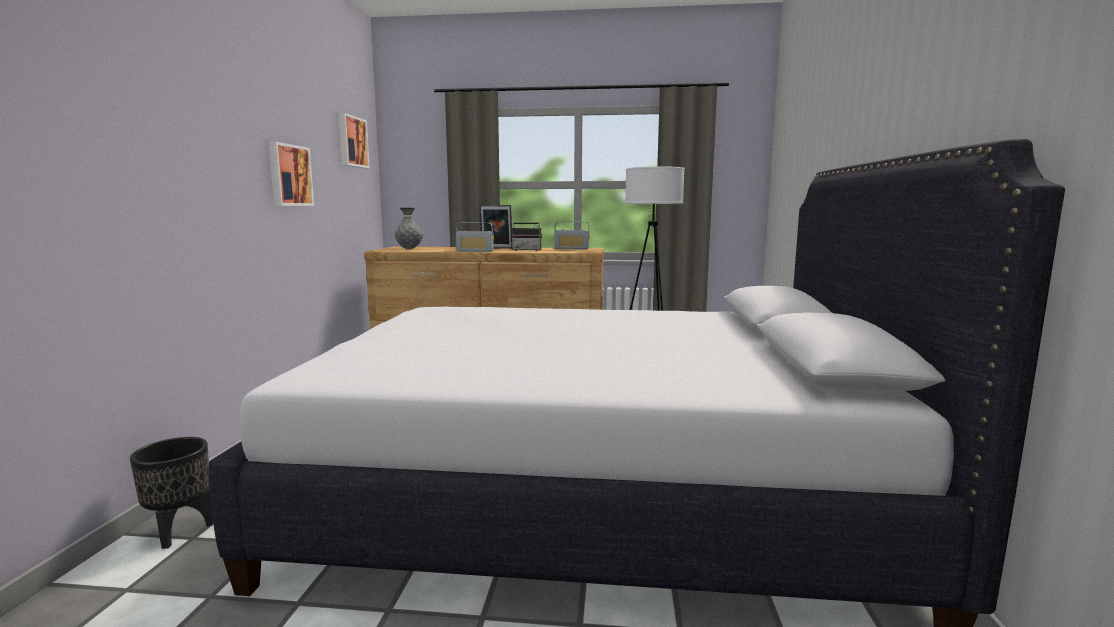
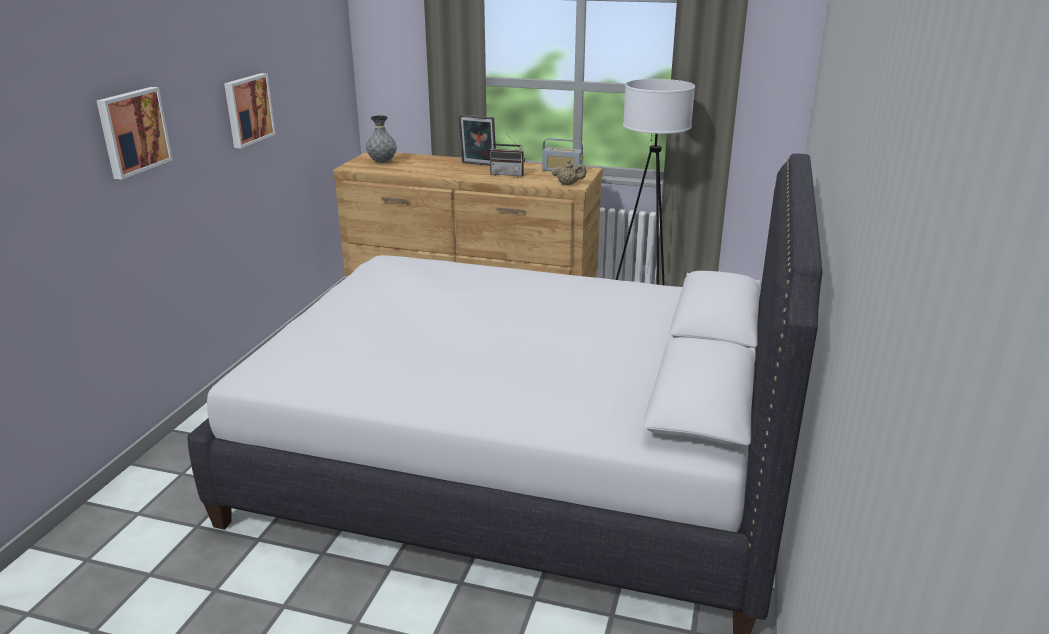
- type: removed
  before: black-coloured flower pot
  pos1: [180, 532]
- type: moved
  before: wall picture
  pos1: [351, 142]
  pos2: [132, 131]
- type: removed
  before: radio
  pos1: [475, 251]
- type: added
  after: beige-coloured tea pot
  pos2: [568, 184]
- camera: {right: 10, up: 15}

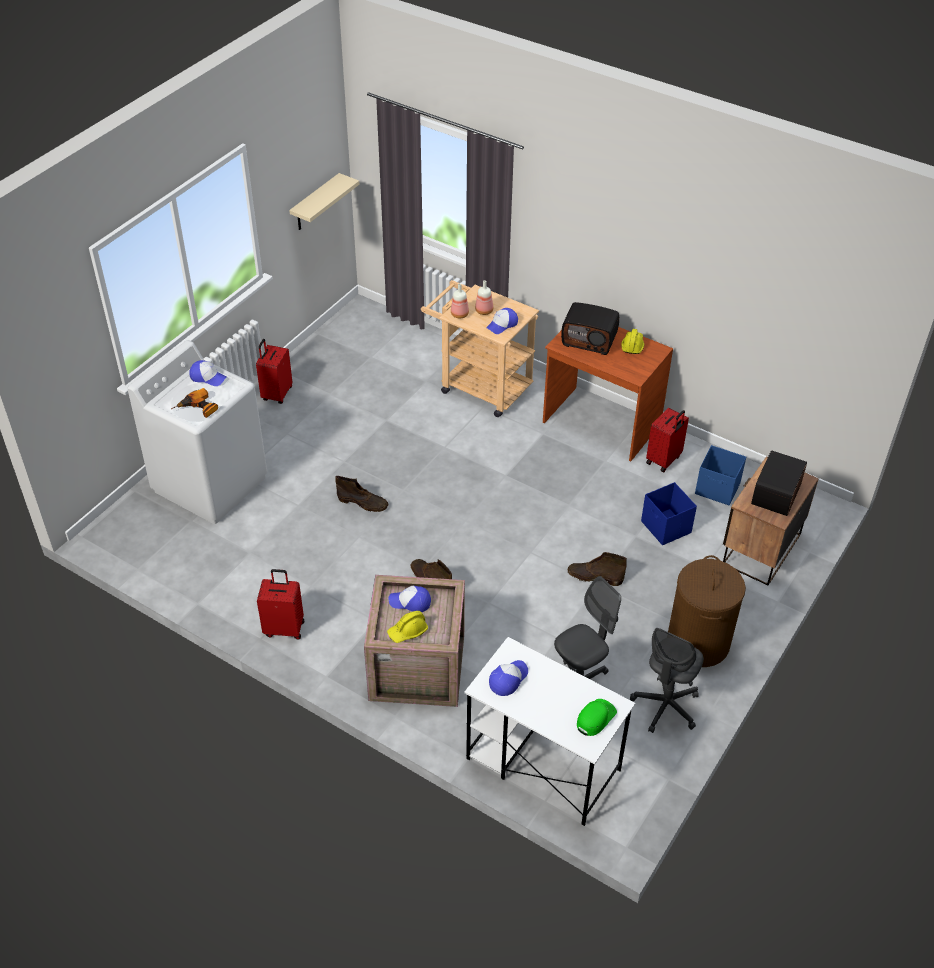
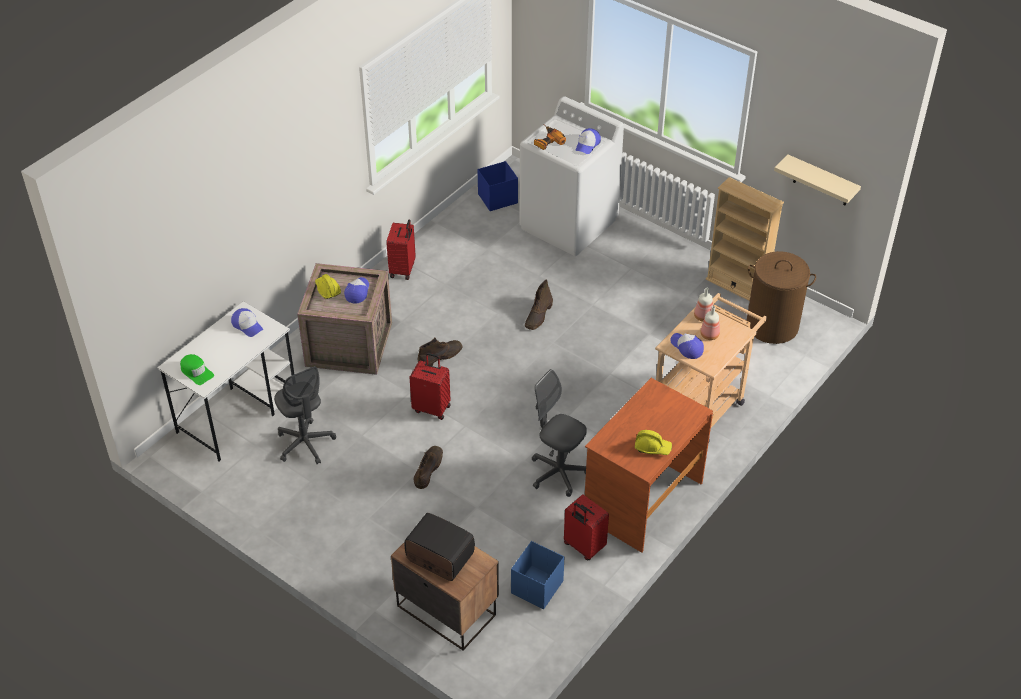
- type: moved
  before: reddish piece of luggage
  pos1: [276, 394]
  pos2: [432, 408]
- type: removed
  before: radio
  pos1: [589, 340]
- type: moved
  before: grey office chair
  pos1: [665, 706]
  pos2: [558, 473]
- type: moved
  before: blue storage bin
  pos1: [666, 528]
  pos2: [497, 199]
- type: moved
  before: brown-coloured washing basket
  pos1: [698, 643]
  pos2: [772, 326]
- type: added
  after: beige-coloured bookshelf
  pos2: [736, 286]
- camera: {right: 95, up: 0}

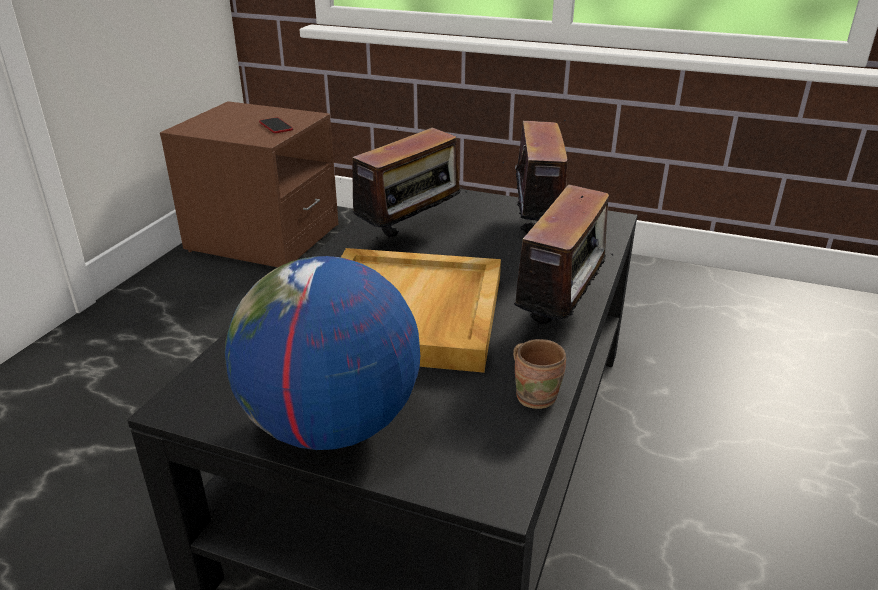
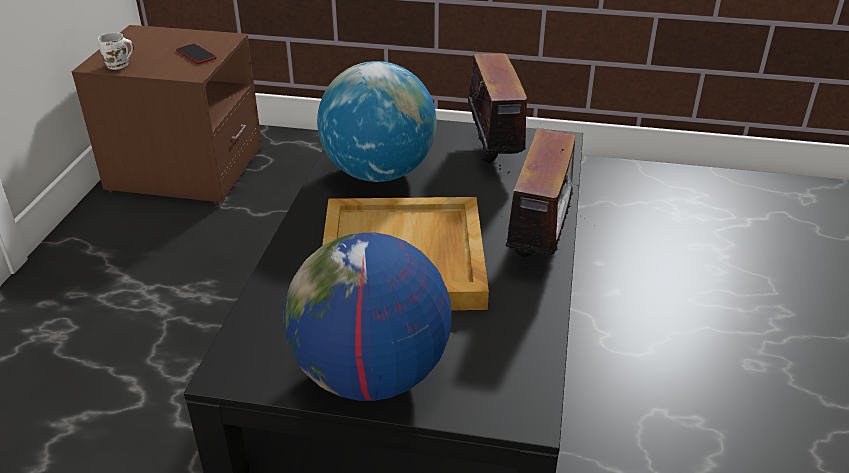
- type: replaced
  before: radio
  after: world globe
  pos1: [411, 234]
  pos2: [378, 173]
- type: removed
  before: brown-coloured coffee mug
  pos1: [536, 395]
- type: added
  after: white coffee mug
  pos2: [119, 66]
- camera: {right: -10, up: 5}

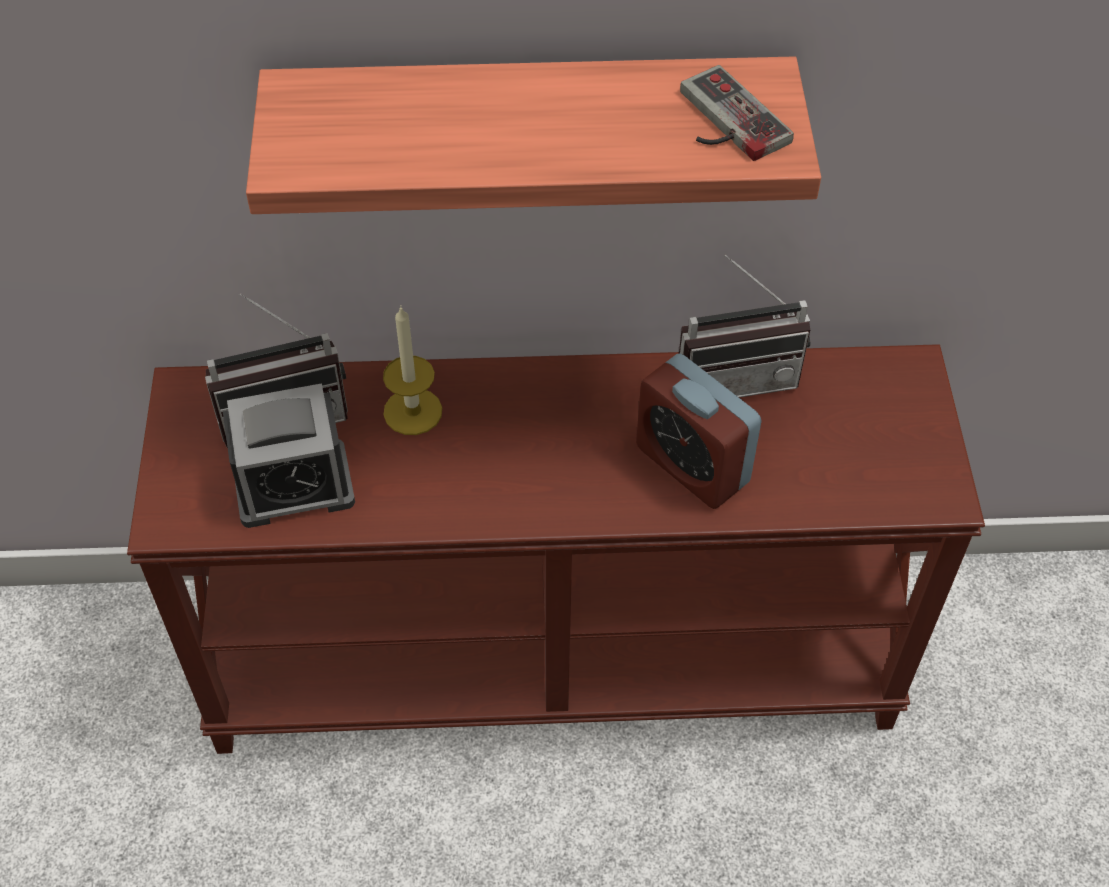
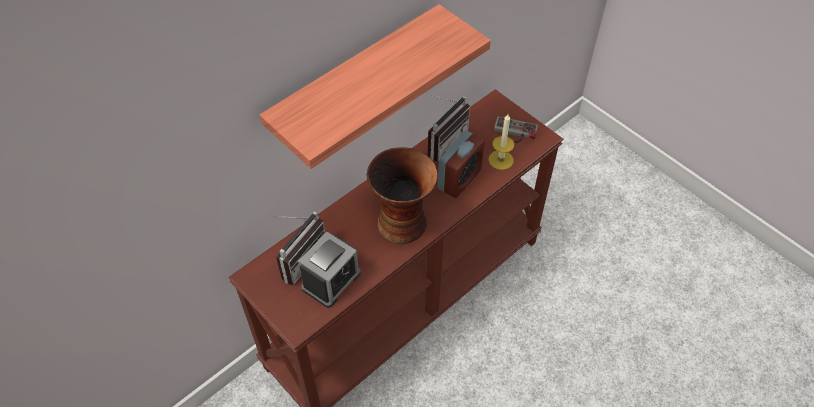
- type: moved
  before: candle
  pos1: [413, 411]
  pos2: [501, 160]
- type: turned
  before: bedside clock
  pos1: [692, 465]
  pos2: [459, 179]
  turn: -60
- type: moved
  before: joypad
  pos1: [723, 122]
  pos2: [514, 132]
- type: added
  after: flower vase
  pos2: [403, 222]
- camera: {right: -40, up: 0}

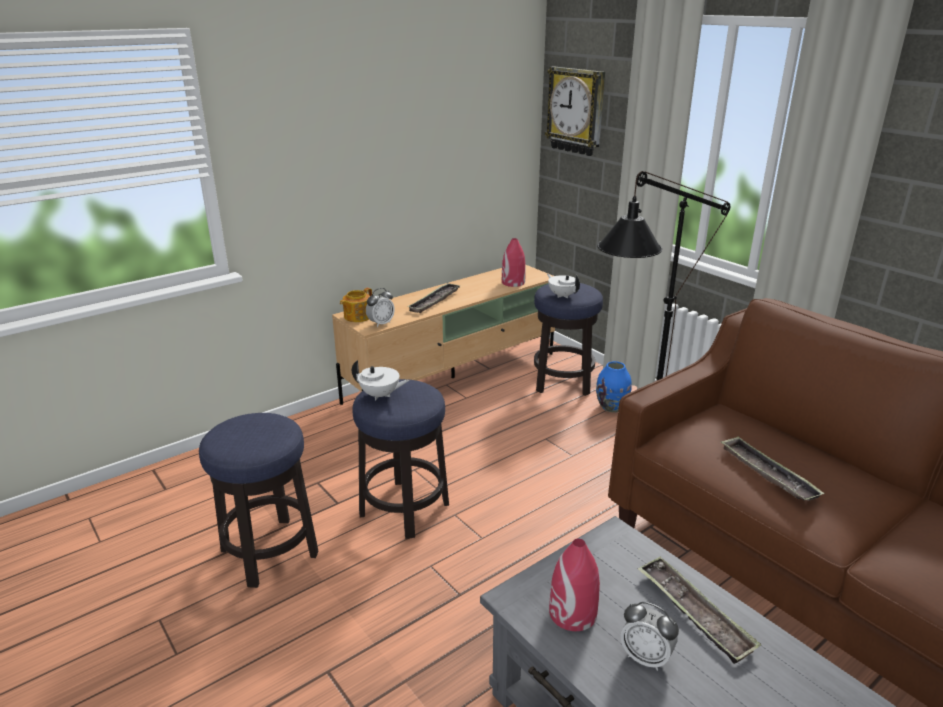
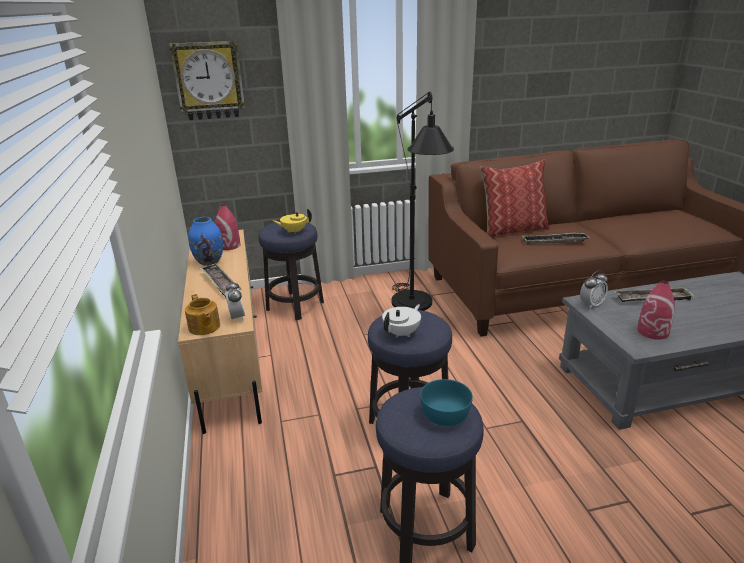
- type: recoloured
  before: white tea pot
  after: yellow tea pot
  pos1: [562, 295]
  pos2: [294, 231]
- type: moved
  before: blue flower vase
  pos1: [612, 407]
  pos2: [209, 262]
- type: moved
  before: bedside clock
  pos1: [645, 657]
  pos2: [591, 304]
- type: added
  after: turquoise-coloured serving bowl
  pos2: [444, 415]
- type: added
  after: pillow
  pos2: [512, 230]
- camera: {right: -65, up: 0}

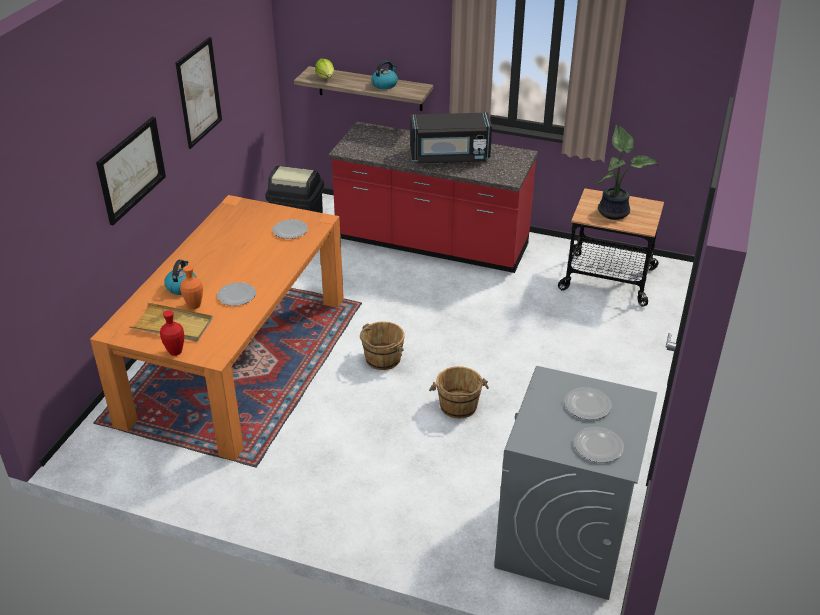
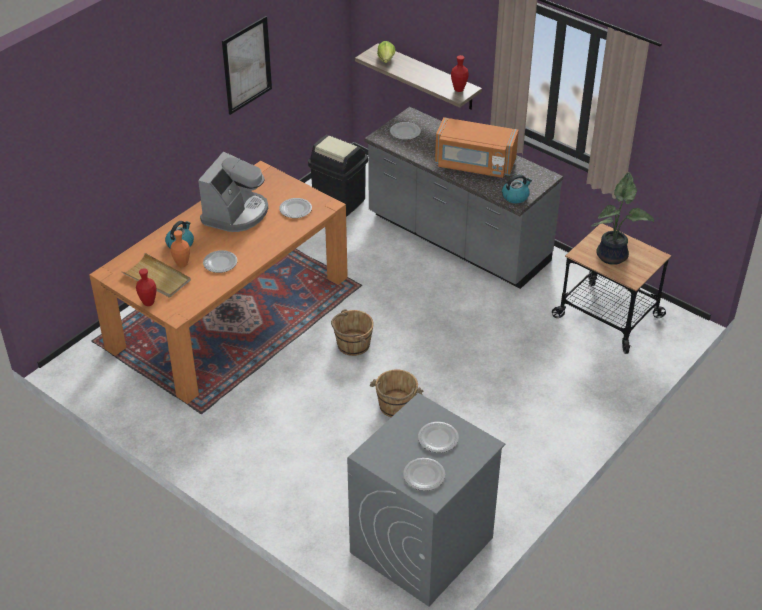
- type: removed
  before: wall picture
  pos1: [131, 169]
- type: recoloured
  before: reddish kitchen counter
  after: grey kitchen counter
  pos1: [431, 244]
  pos2: [457, 240]
- type: moved
  before: tea kettle
  pos1: [384, 84]
  pos2: [515, 196]
- type: recoloured
  before: black-coloured microwave oven
  after: orange-coloured microwave oven
  pos1: [449, 156]
  pos2: [474, 164]
- type: added
  after: coffee brewer
  pos2: [236, 213]
- type: added
  after: plate
  pos2: [405, 132]
- type: added
  after: reddish flower vase
  pos2: [459, 89]
- camera: {right: 20, up: 5}

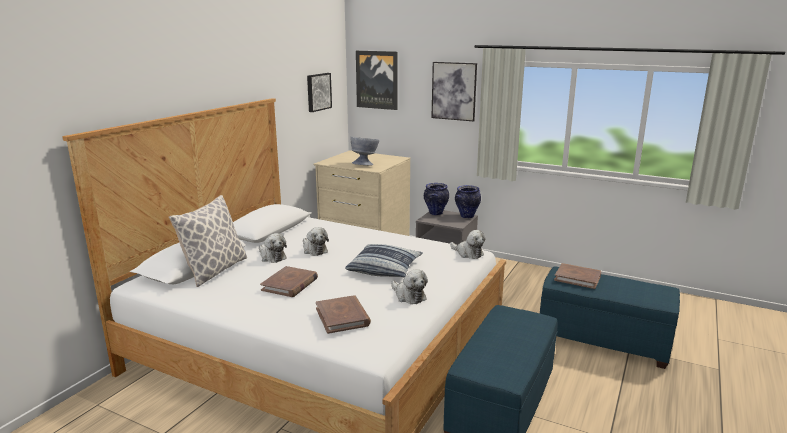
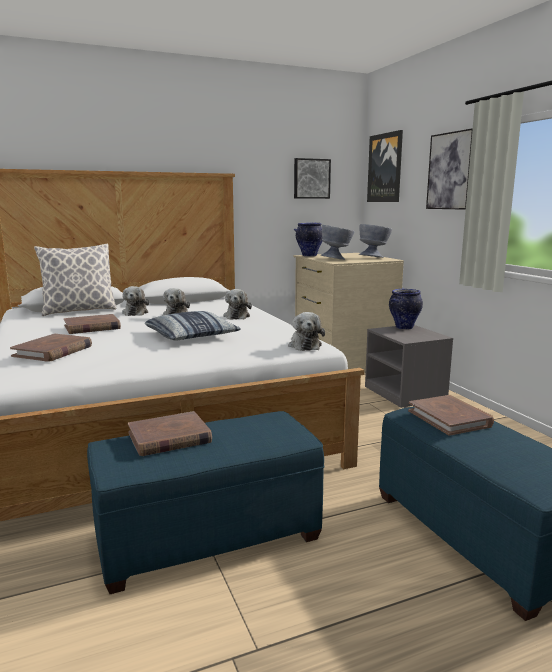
- type: moved
  before: plush toy
  pos1: [408, 296]
  pos2: [237, 316]
- type: moved
  before: flower vase
  pos1: [467, 216]
  pos2: [309, 256]
- type: added
  after: brown-coloured bound book
  pos2: [169, 438]
- type: added
  after: grey serving bowl
  pos2: [374, 257]
- camera: {right: 40, up: -5}

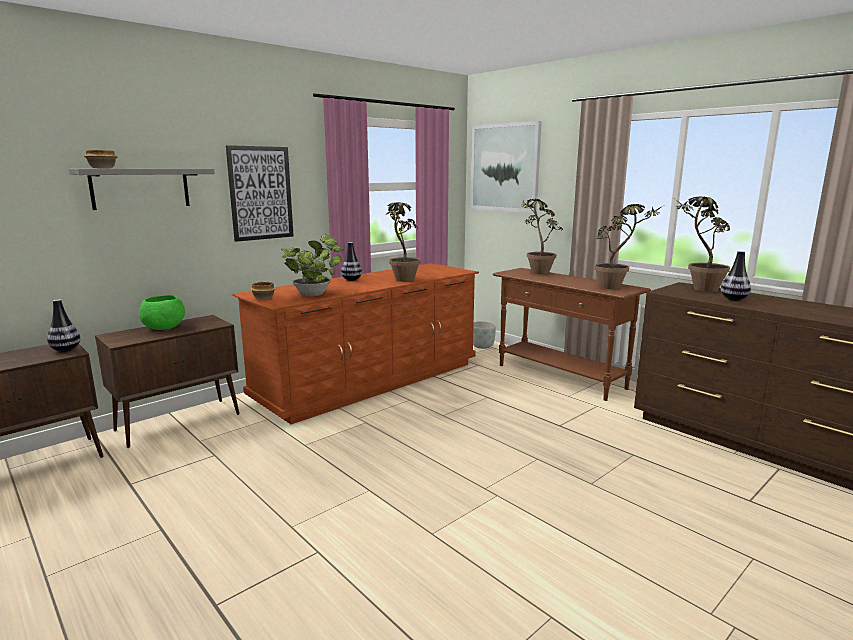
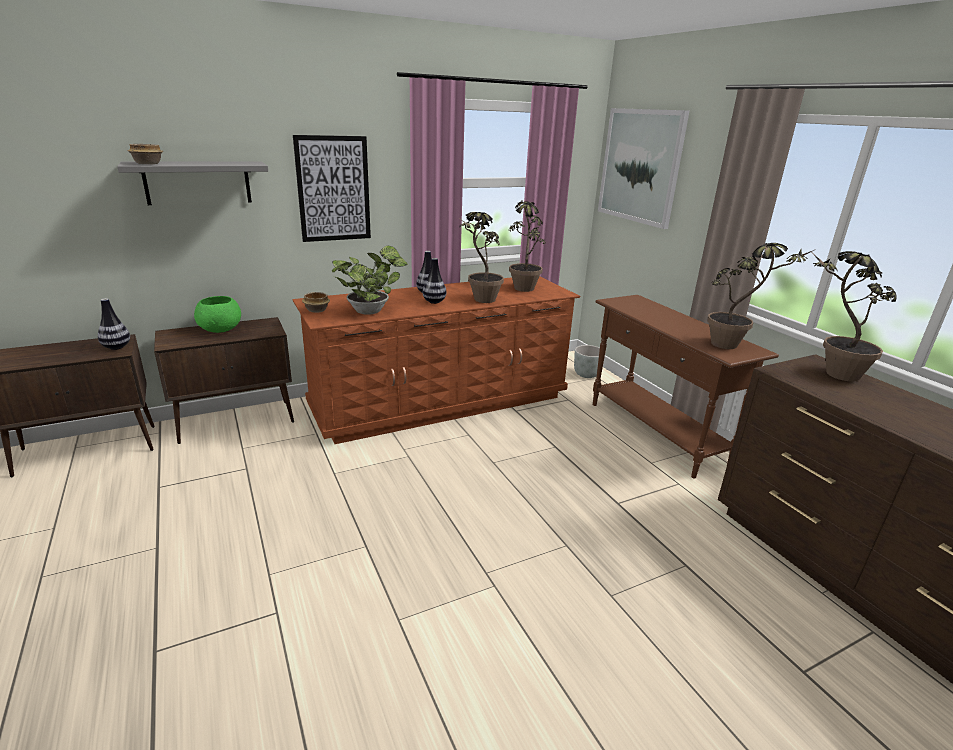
- type: moved
  before: potted plant
  pos1: [536, 271]
  pos2: [522, 286]
- type: moved
  before: flower vase
  pos1: [734, 299]
  pos2: [434, 302]
- camera: {right: 15, up: 10}

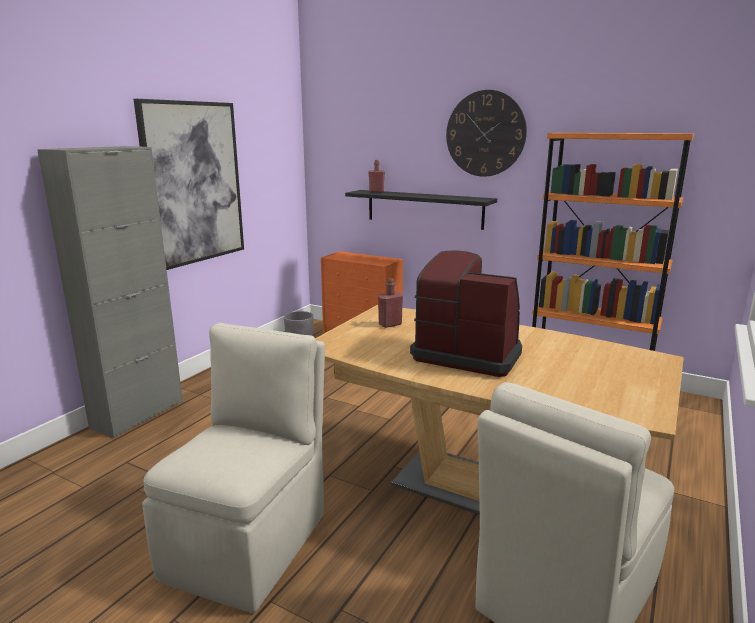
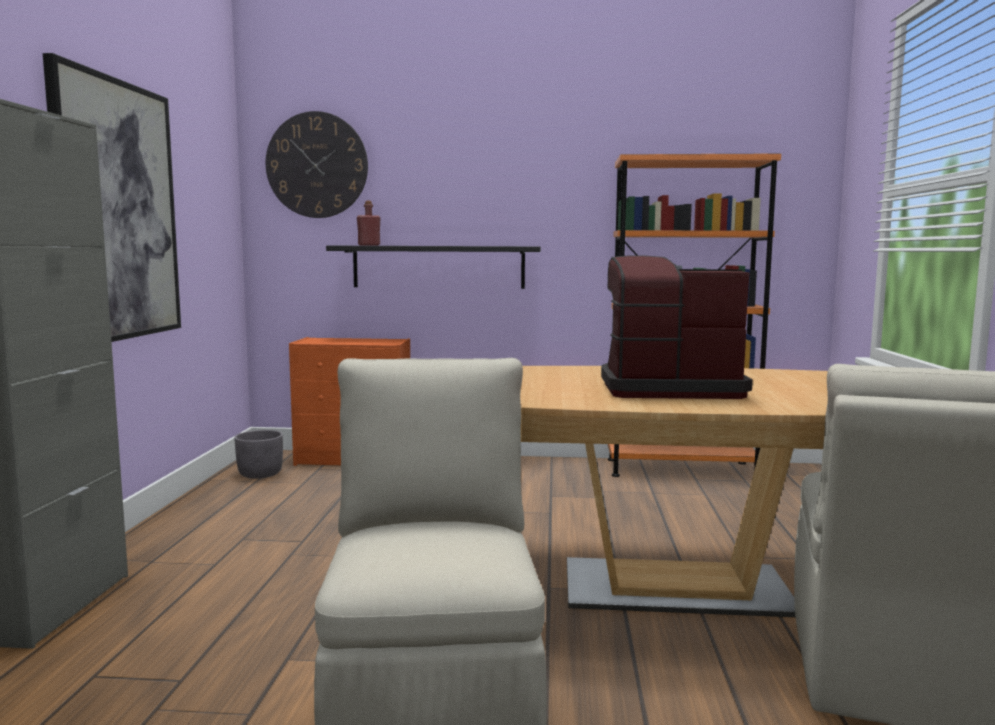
- type: removed
  before: reddish bottle
  pos1: [390, 324]
- type: moved
  before: wall clock
  pos1: [485, 134]
  pos2: [317, 165]
- camera: {right: -25, up: -10}

